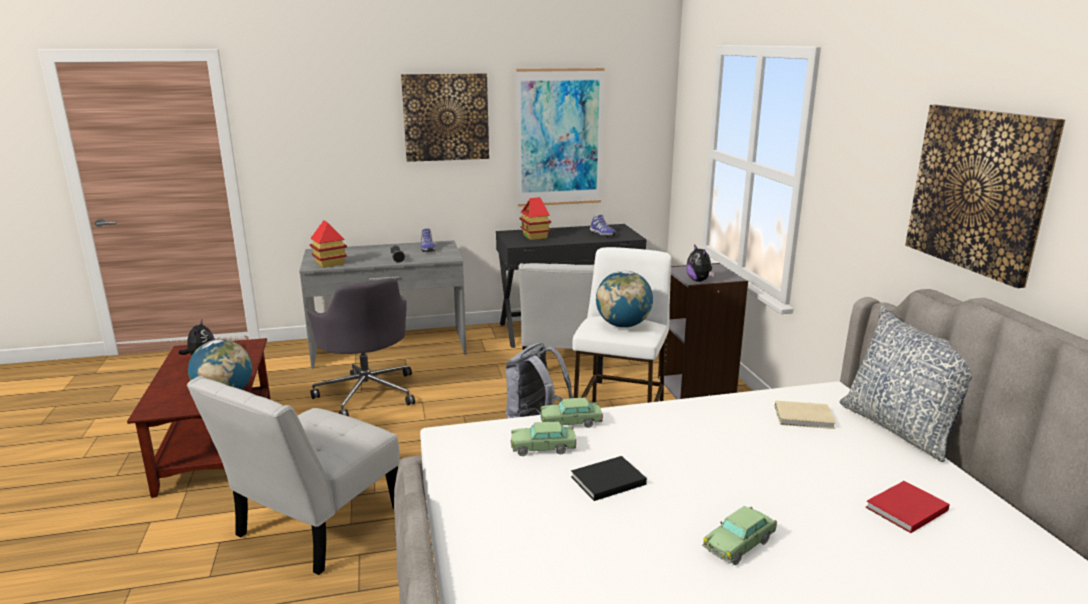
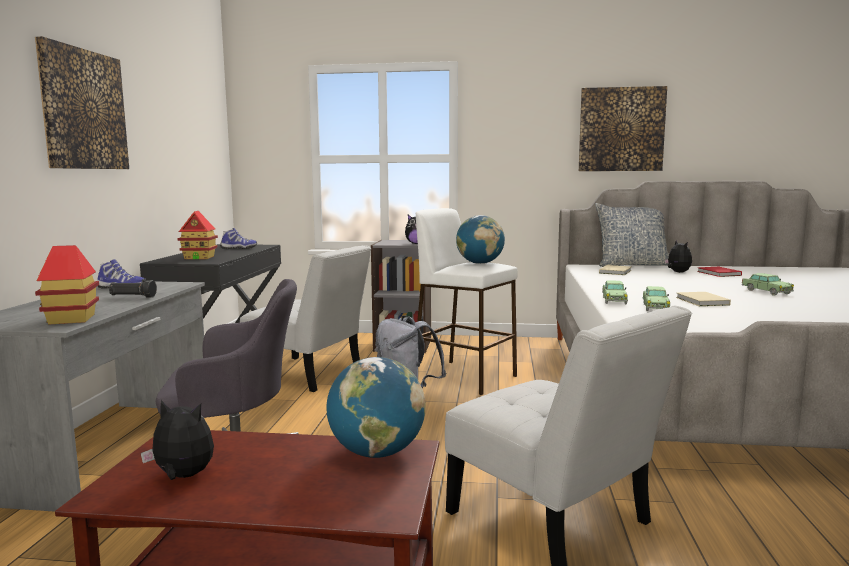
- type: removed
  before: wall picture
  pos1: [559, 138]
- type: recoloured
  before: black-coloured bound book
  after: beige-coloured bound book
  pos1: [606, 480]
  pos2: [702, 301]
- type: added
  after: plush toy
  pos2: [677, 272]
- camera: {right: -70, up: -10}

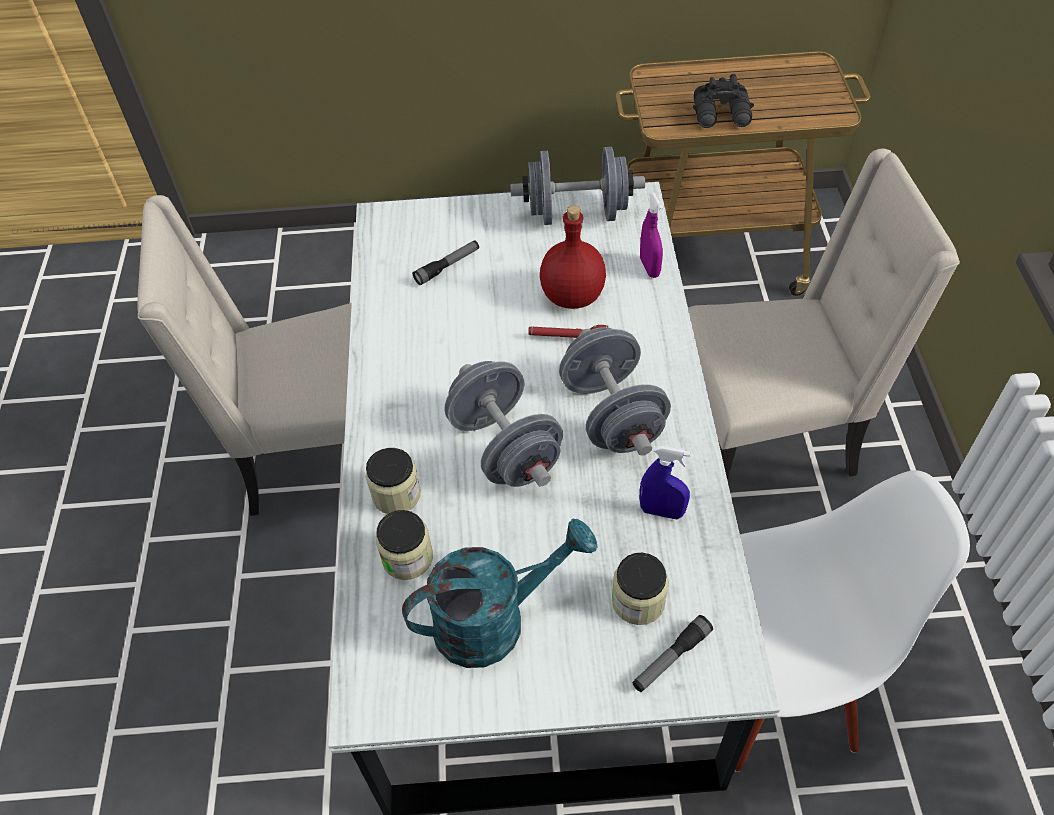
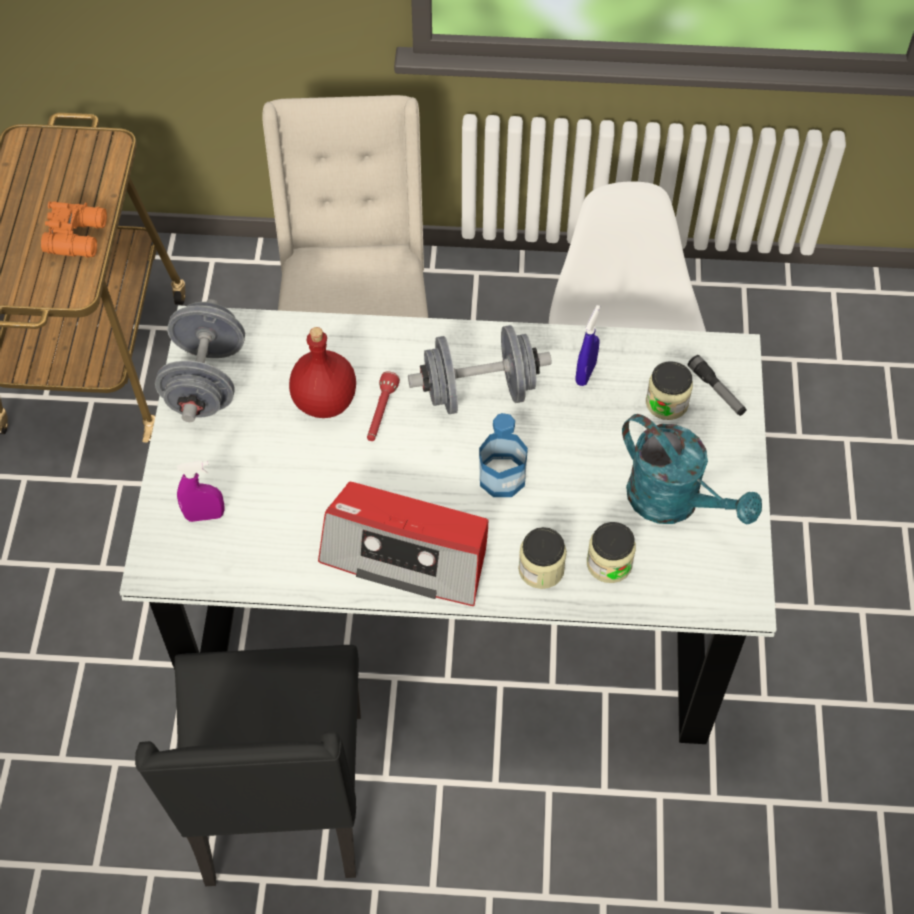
- type: recoloured
  before: beige-coloured plain chair
  after: black-coloured plain chair
  pos1: [318, 453]
  pos2: [281, 801]
- type: turned
  before: turquoise-coloured watering pot
  pos1: [495, 619]
  pos2: [674, 502]
  turn: 150
- type: removed
  before: flashlight
  pos1: [447, 266]
- type: replaced
  before: grey hand weight
  after: bottle
  pos1: [505, 448]
  pos2: [502, 478]
- type: moved
  before: purple-coloured spray bottle
  pos1: [649, 267]
  pos2: [205, 515]
- type: recoloured
  before: black-coloured field glasses
  after: orange-coloured field glasses
  pos1: [722, 115]
  pos2: [78, 236]
- type: added
  after: radio
  pos2: [407, 554]
- camera: {right: -85, up: 5}

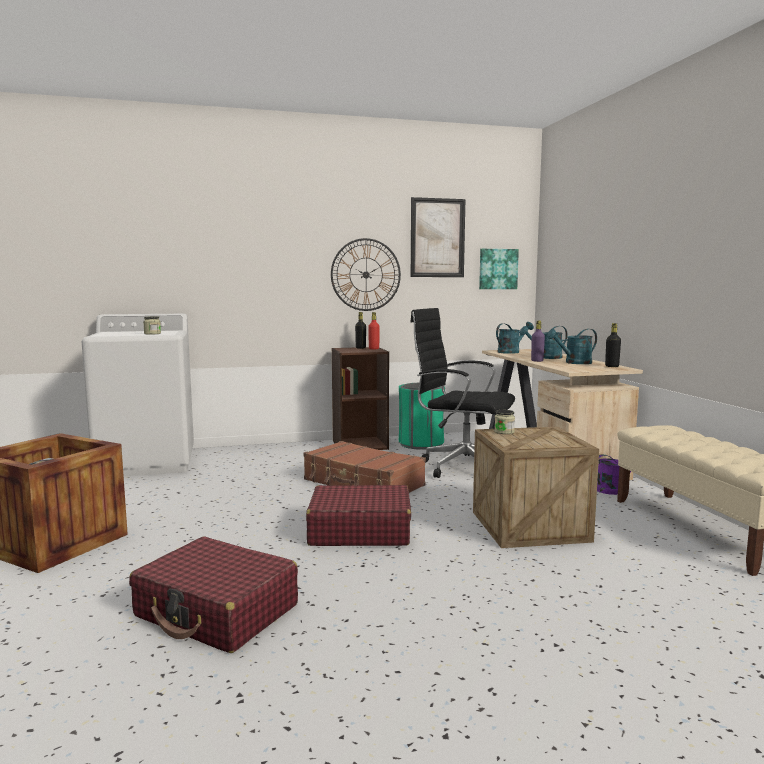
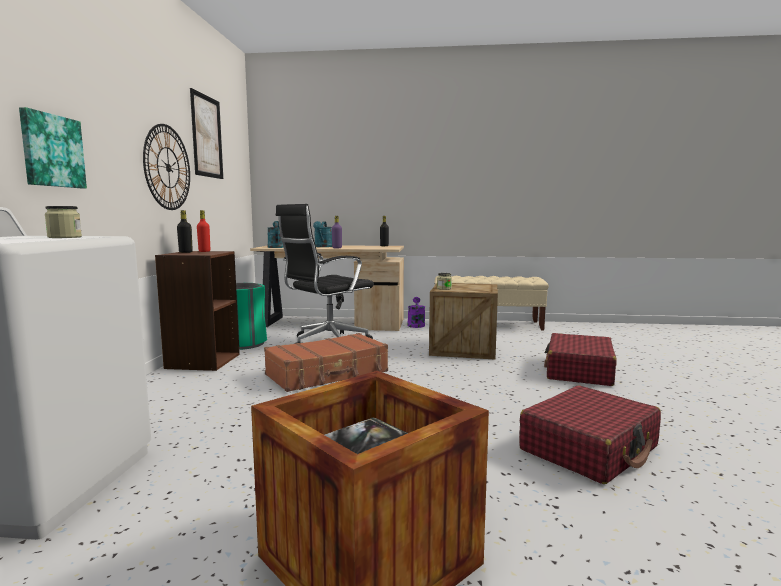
- type: moved
  before: reddish piece of luggage
  pos1: [359, 531]
  pos2: [579, 371]
- type: moved
  before: wall picture
  pos1: [498, 269]
  pos2: [51, 151]
- type: removed
  before: turquoise-coloured watering pot
  pos1: [574, 363]
- camera: {right: -70, up: 0}

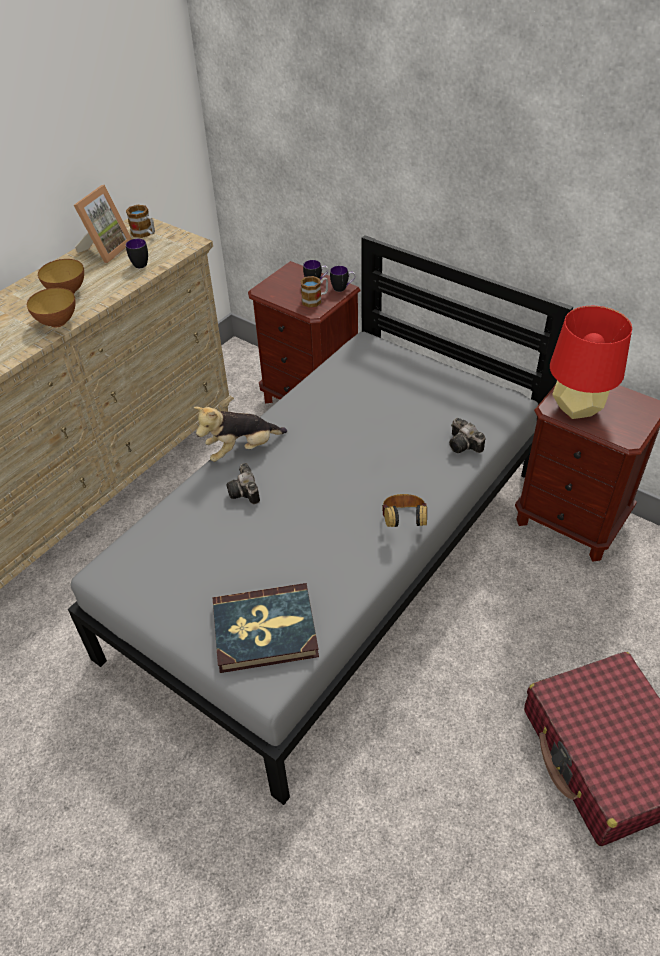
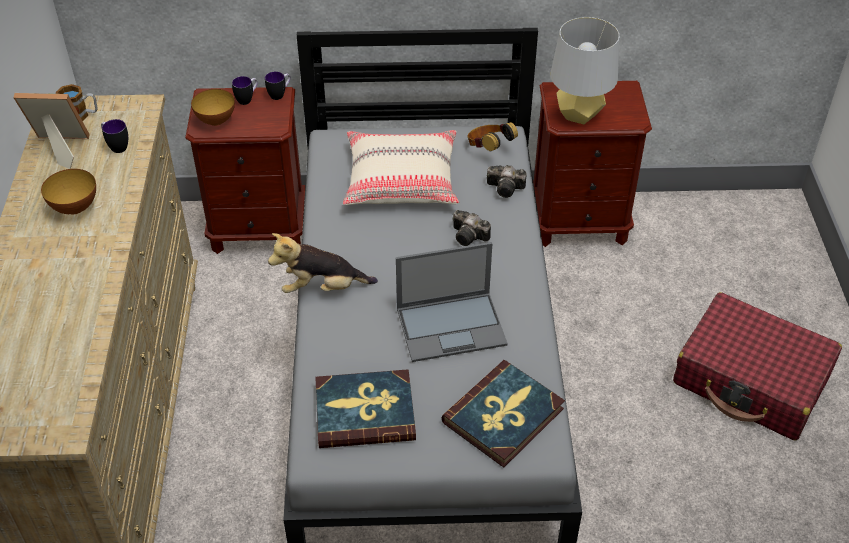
- type: moved
  before: serving bowl
  pos1: [57, 322]
  pos2: [216, 121]
- type: turned
  before: picture frame
  pos1: [106, 250]
  pos2: [59, 149]
  turn: -75
- type: turned
  before: plush toy
  pos1: [242, 450]
  pos2: [322, 288]
  turn: 60
- type: moved
  before: still camera
  pos1: [245, 493]
  pos2: [470, 236]
- type: removed
  before: coffee mug
  pos1: [315, 300]
- type: moved
  before: headset
  pos1: [403, 522]
  pos2: [489, 149]
- type: recoloured
  before: reddish tabletop lamp
  after: grey tabletop lamp
  pos1: [576, 409]
  pos2: [579, 115]
- type: added
  after: bound book
  pos2: [365, 412]
- type: added
  after: beige-coloured pillow
  pos2: [401, 180]
- type: added
  after: portable computer
  pos2: [452, 326]
- camera: {right: -40, up: 0}

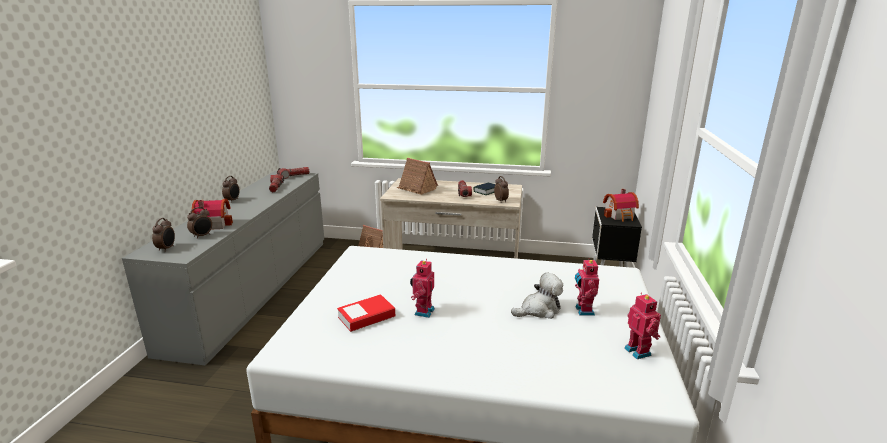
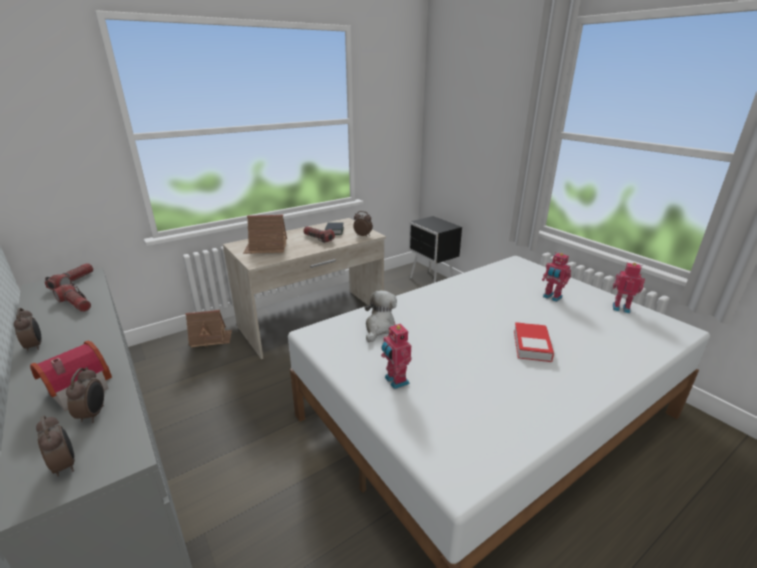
- type: moved
  before: bound book
  pos1: [366, 317]
  pos2: [531, 345]
- type: moved
  before: model robot
  pos1: [423, 311]
  pos2: [395, 381]
- type: moved
  before: plush toy
  pos1: [539, 310]
  pos2: [379, 327]
- type: removed
  before: model house
  pos1: [620, 216]
- camera: {right: -45, up: 5}

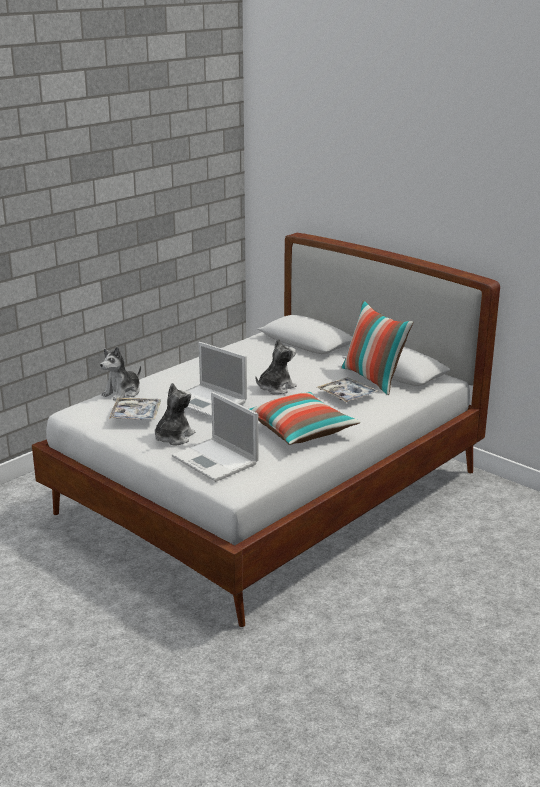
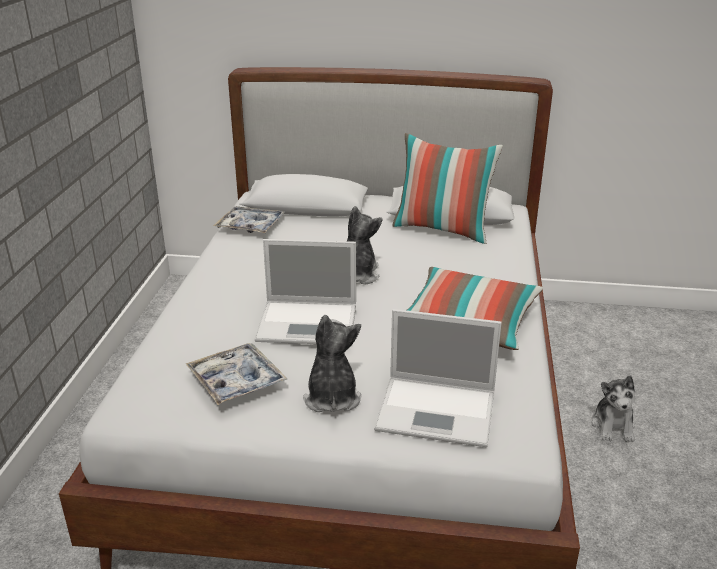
- type: moved
  before: plush toy
  pos1: [122, 393]
  pos2: [613, 426]
- type: moved
  before: serving tray
  pos1: [347, 395]
  pos2: [250, 226]
- camera: {right: -35, up: 5}

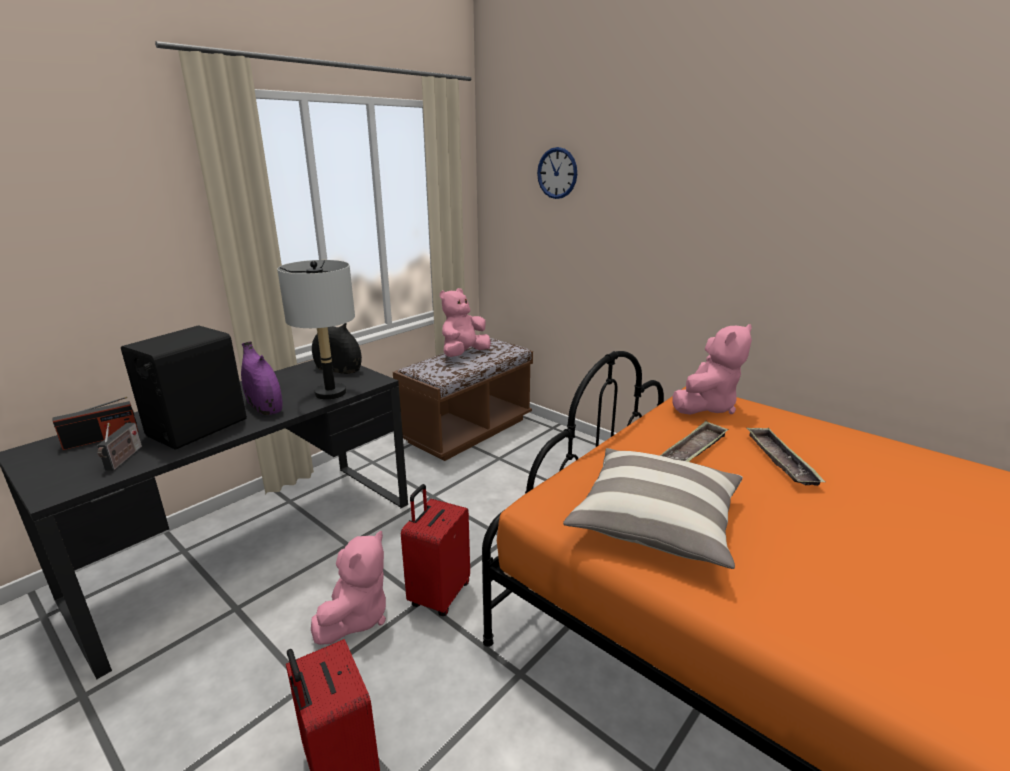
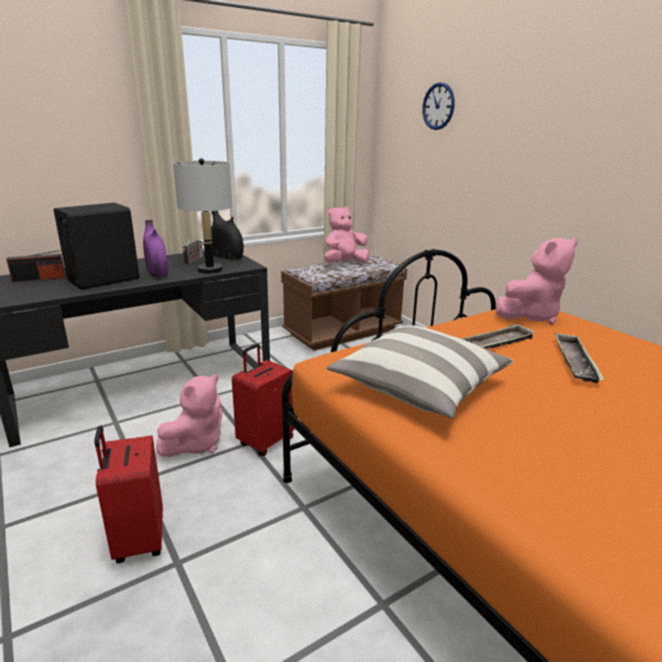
- type: moved
  before: radio
  pos1: [123, 459]
  pos2: [193, 260]
- camera: {right: 15, up: 0}

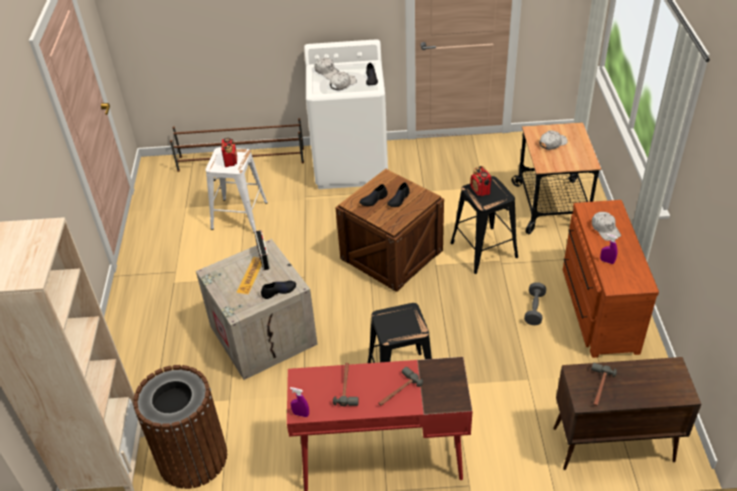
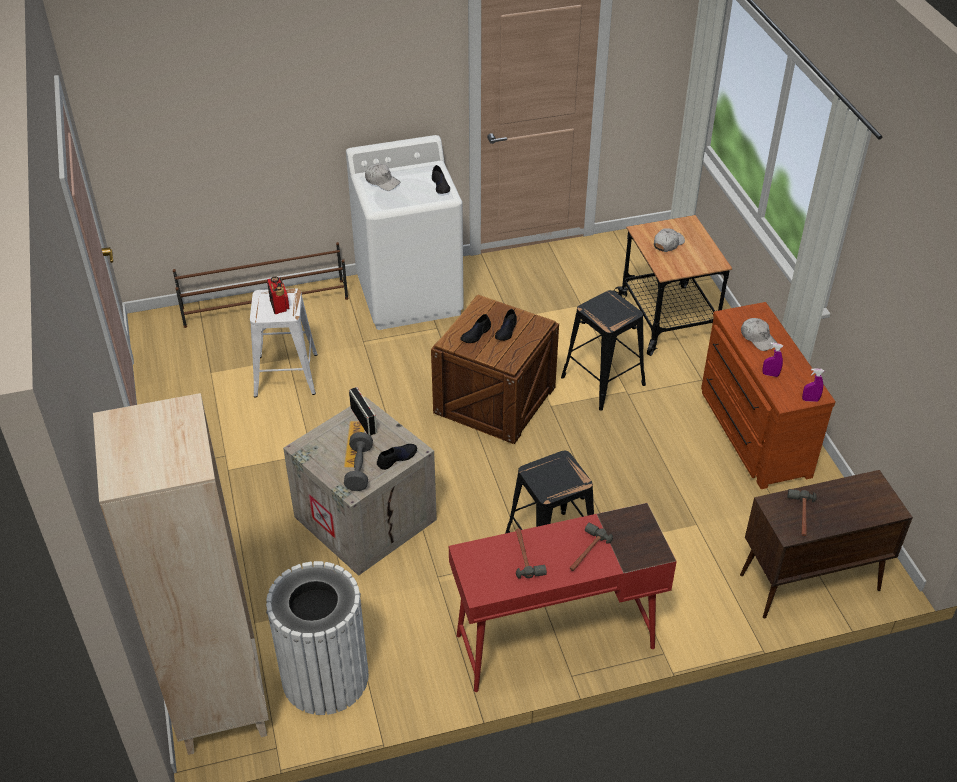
- type: recoloured
  before: brown-coloured rubbish bin
  after: white rubbish bin
  pos1: [192, 458]
  pos2: [325, 677]
- type: moved
  before: purple-coloured spray bottle
  pos1: [301, 414]
  pos2: [810, 400]
- type: removed
  before: white peaked cap
  pos1: [342, 84]
- type: removed
  before: radio
  pos1: [480, 190]
- type: moved
  before: grey hand weight
  pos1: [534, 309]
  pos2: [359, 469]
- camera: {right: -15, up: 0}

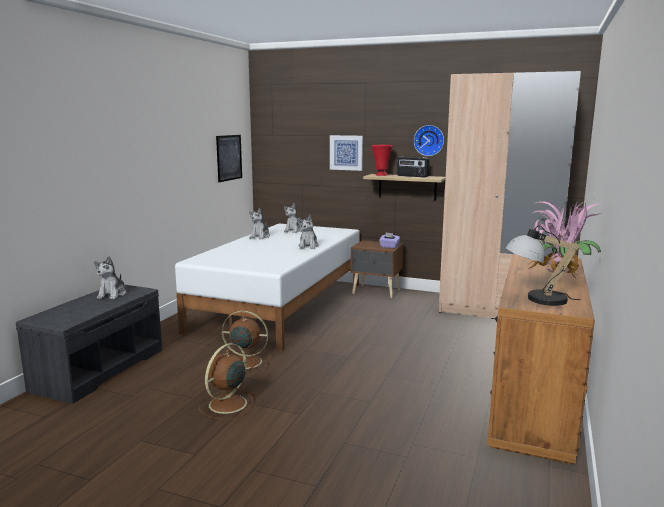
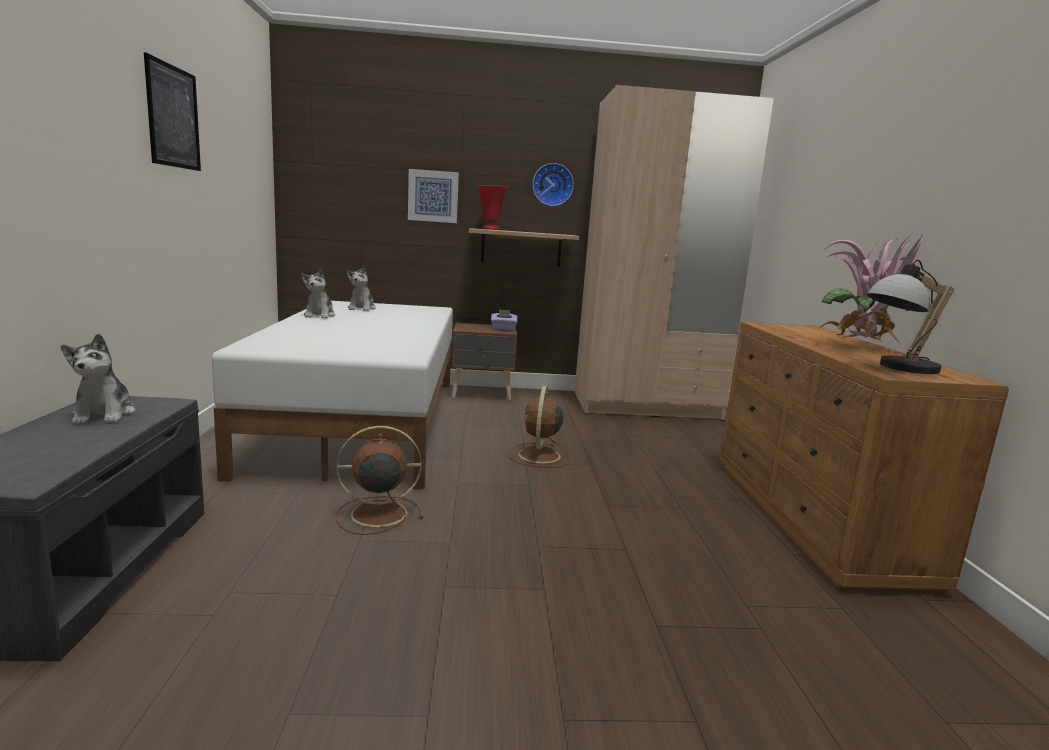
- type: moved
  before: brown-coloured electric fan
  pos1: [226, 405]
  pos2: [539, 456]
- type: moved
  before: wall picture
  pos1: [229, 157]
  pos2: [173, 117]
- type: removed
  before: plush toy
  pos1: [308, 246]
- type: removed
  before: radio
  pos1: [412, 176]
- camera: {right: -25, up: 0}

